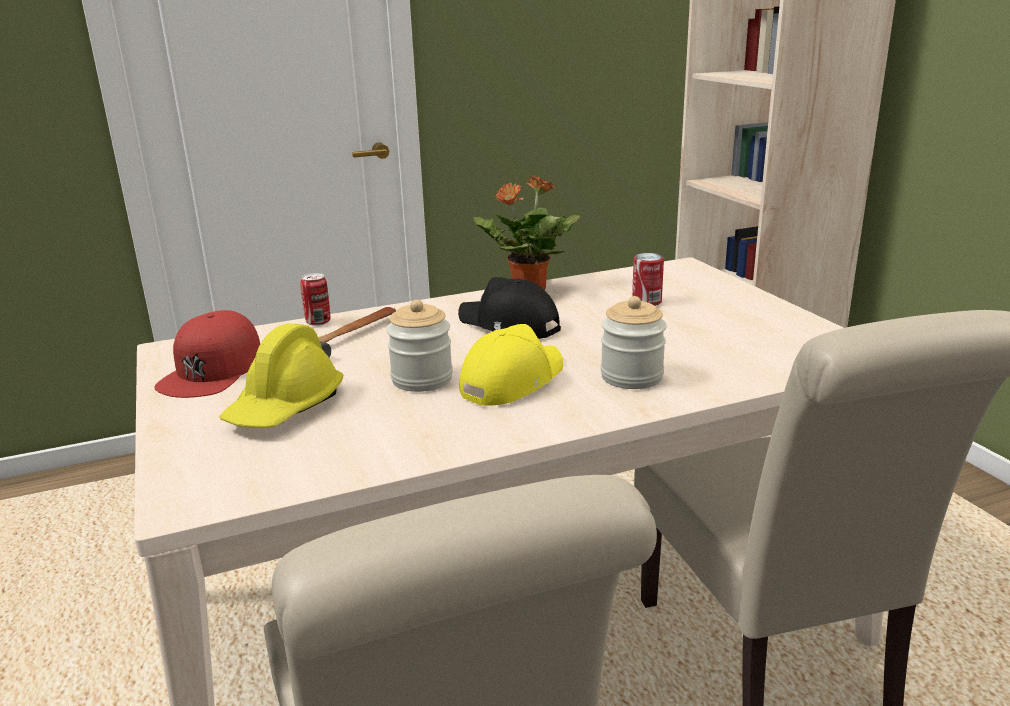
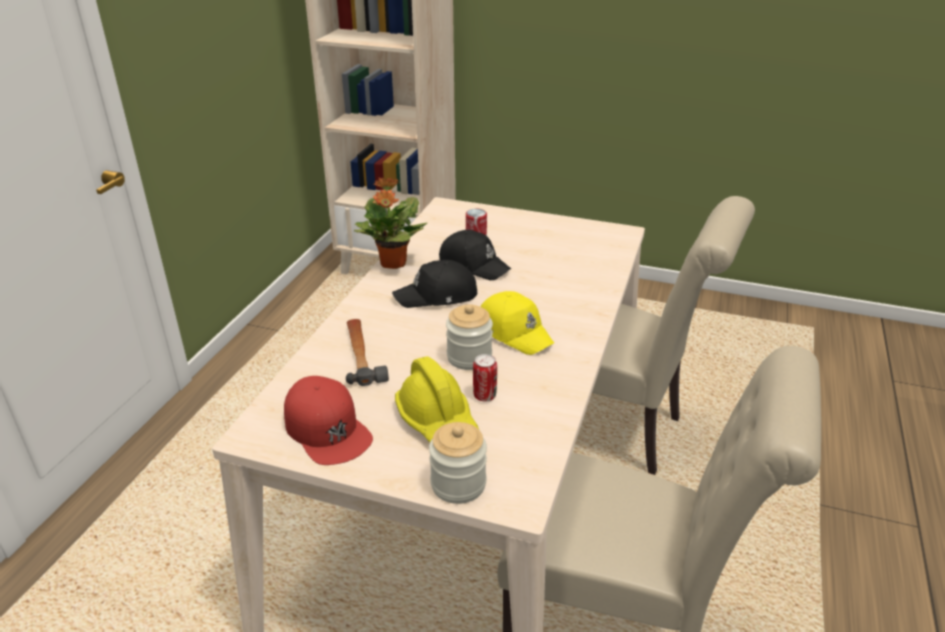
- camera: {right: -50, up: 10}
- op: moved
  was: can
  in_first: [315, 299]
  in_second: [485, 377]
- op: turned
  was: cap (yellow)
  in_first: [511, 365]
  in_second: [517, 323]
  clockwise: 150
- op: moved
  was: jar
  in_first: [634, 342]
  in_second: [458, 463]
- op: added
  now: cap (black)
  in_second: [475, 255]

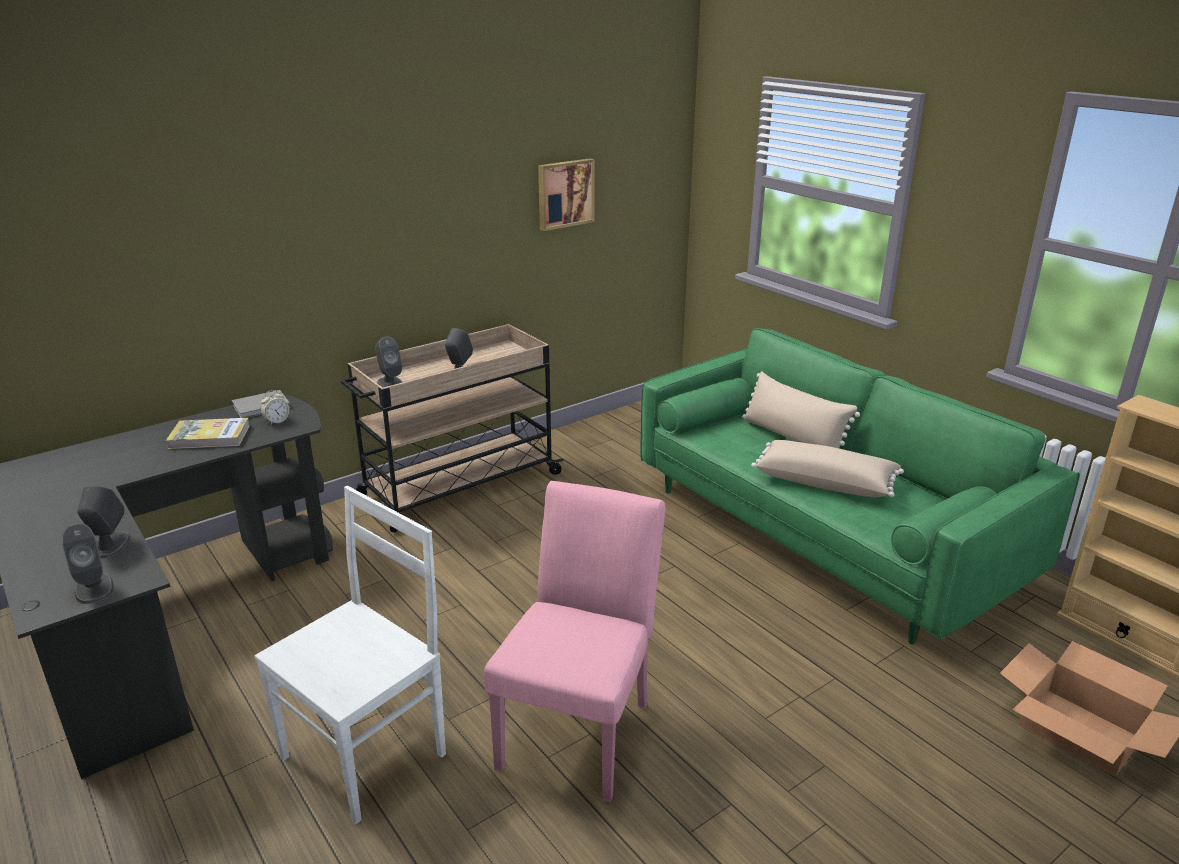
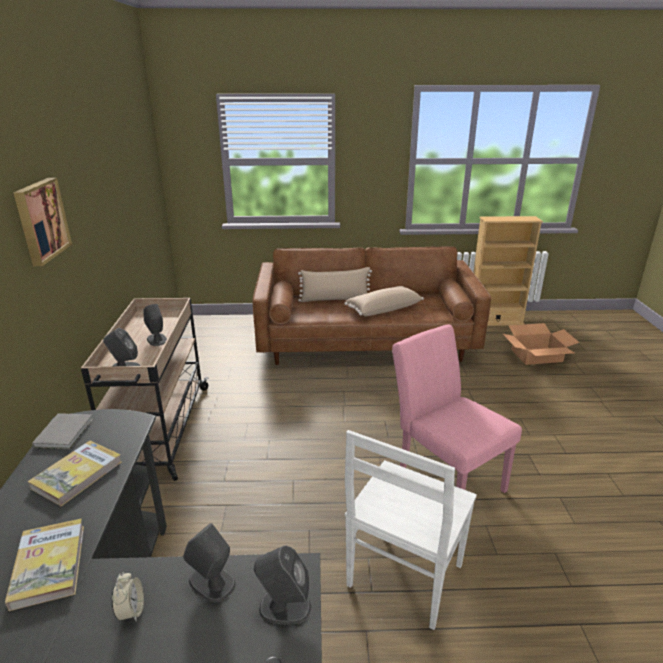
- camera: {right: -55, up: 0}
- op: turned
  was: chair (white)
  in_first: [350, 655]
  in_second: [411, 530]
  clockwise: -135
- op: moved
  was: alarm clock
  in_first: [274, 407]
  in_second: [128, 596]
- op: moved
  was: picture
  in_first: [566, 194]
  in_second: [42, 222]
- op: recoloured
  was: sofa (green)
  now: sofa (brown)
  in_first: [860, 486]
  in_second: [372, 306]
- op: added
  now: book
  in_second: [44, 564]

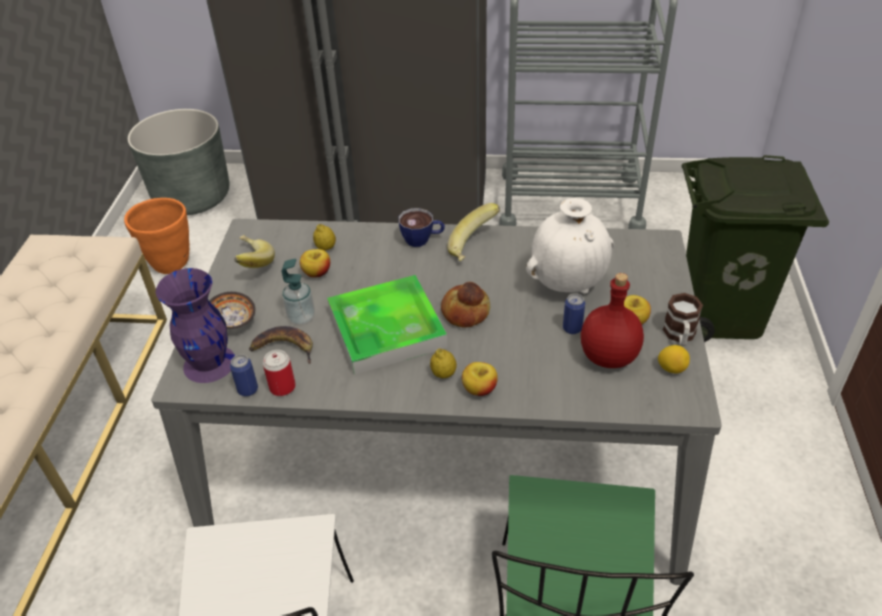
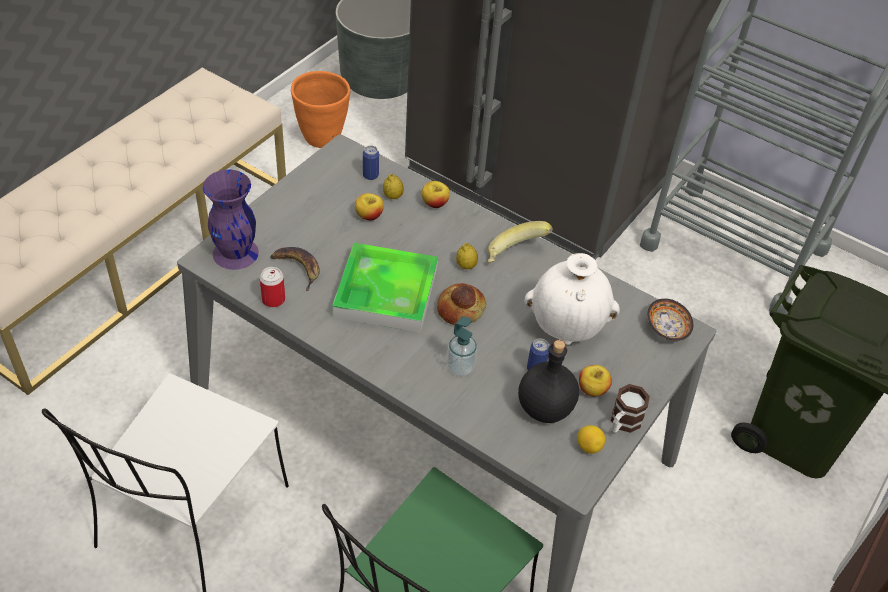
- camera: {right: 25, up: 5}
- op: moved
  was: bowl
  in_first: [232, 310]
  in_second: [670, 319]
- op: moved
  was: can
  in_first: [244, 375]
  in_second: [371, 163]
- op: removed
  was: banana
  in_first: [254, 251]
- op: moved
  was: soap dispenser
  in_first: [298, 292]
  in_second: [462, 346]
- op: removed
  was: cup
  in_first: [422, 227]
- op: moved
  was: lemon
  in_first: [443, 363]
  in_second: [467, 256]
- op: moved
  was: apple
  in_first: [480, 379]
  in_second: [436, 194]
- op: recoloured
  was: bottle (red)
  now: bottle (black)
  in_first: [612, 320]
  in_second: [548, 381]

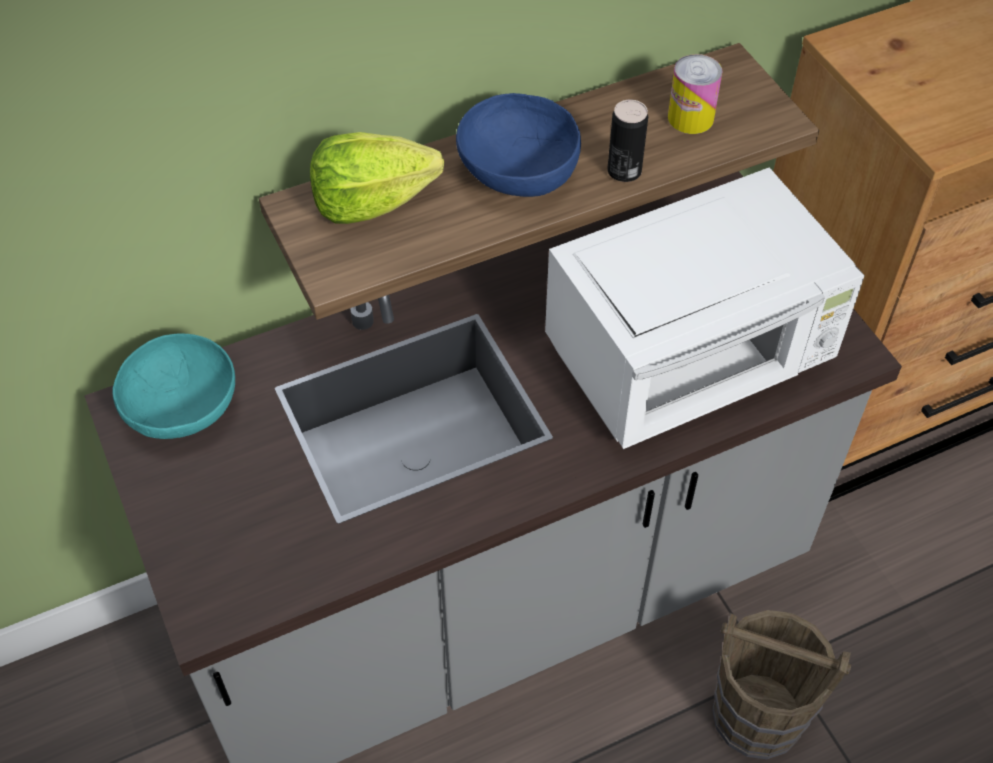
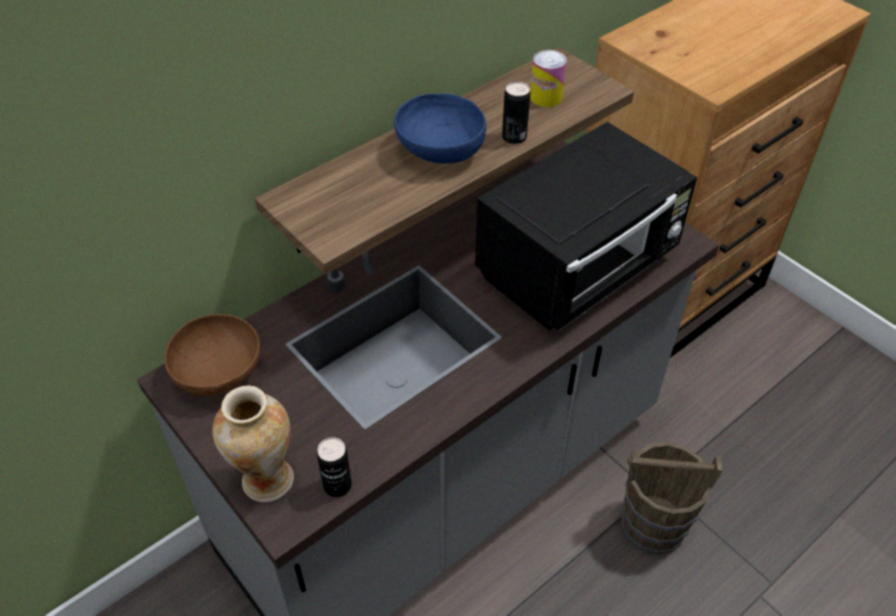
- camera: {right: -15, up: -5}
- op: recoloured
  was: bowl (turquoise)
  now: bowl (brown)
  in_first: [174, 386]
  in_second: [212, 355]
- op: removed
  was: lettuce
  in_first: [377, 178]
- op: recoloured
  was: microwave (white)
  now: microwave (black)
  in_first: [705, 308]
  in_second: [586, 227]
- op: added
  now: vase
  in_second: [253, 444]
- op: added
  now: can
  in_second: [334, 467]

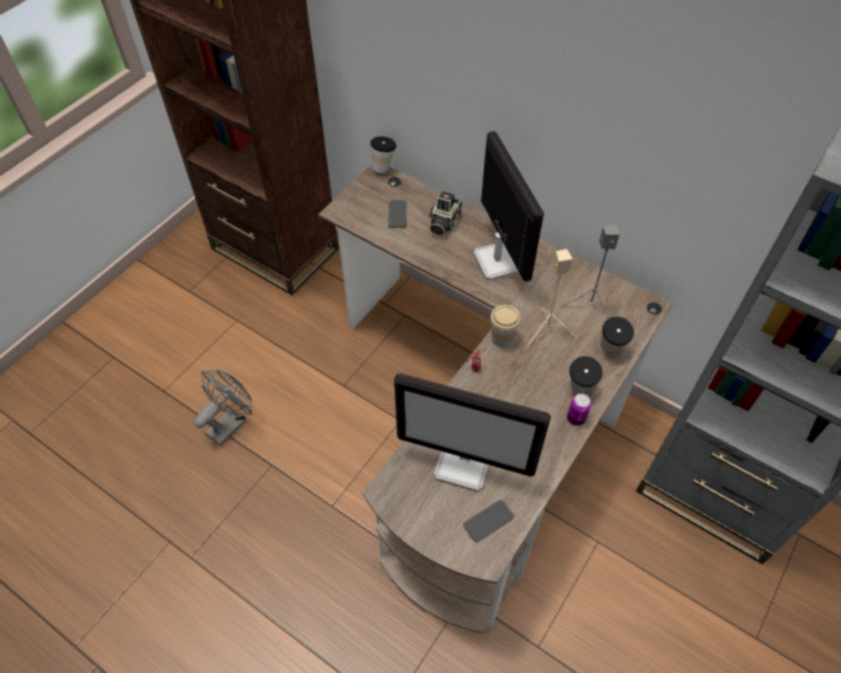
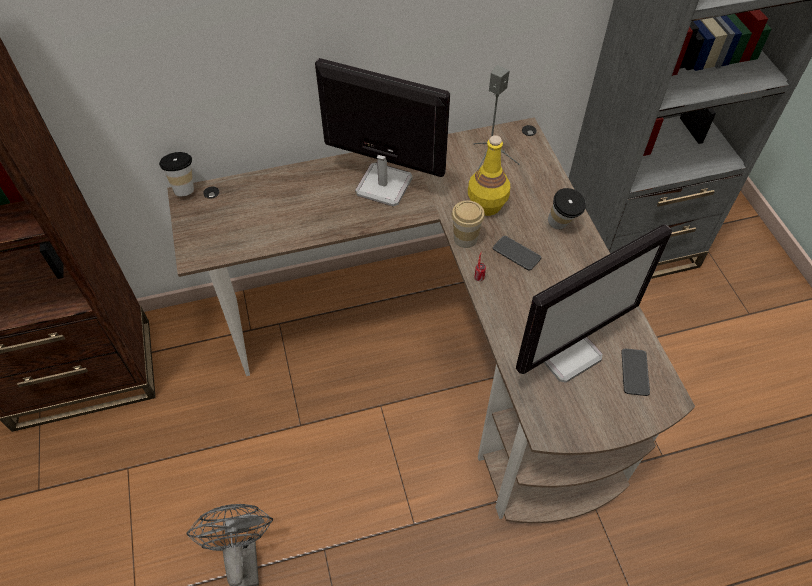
- camera: {right: -50, up: 0}
- op: moved
  was: phone
  in_first: [397, 214]
  in_second: [517, 253]
- op: removed
  was: photo camera
  in_first: [445, 214]
- op: replaced
  was: speaker (beige)
  now: bottle (yellow)
  in_first: [552, 298]
  in_second: [489, 175]
- op: removed
  was: can
  in_first: [579, 409]
- op: removed
  was: cup
  in_first: [617, 334]

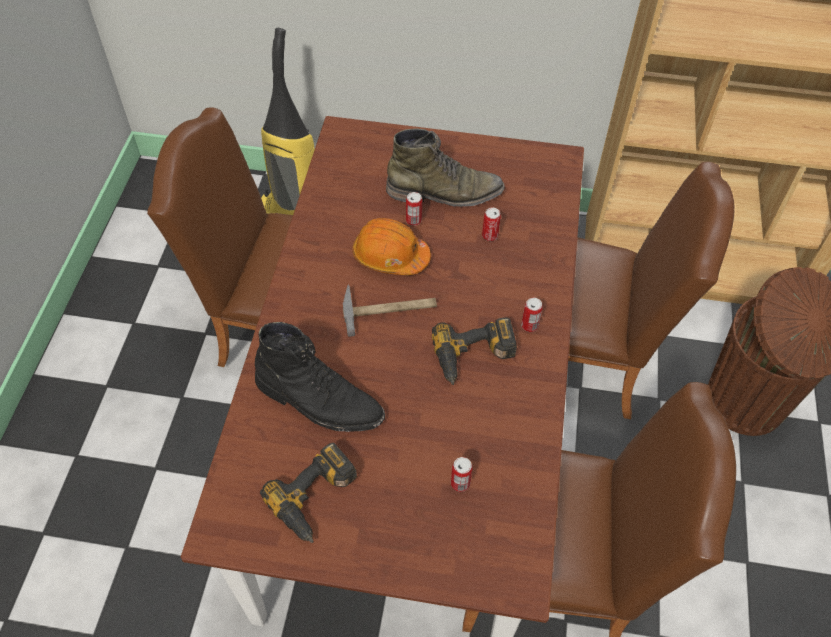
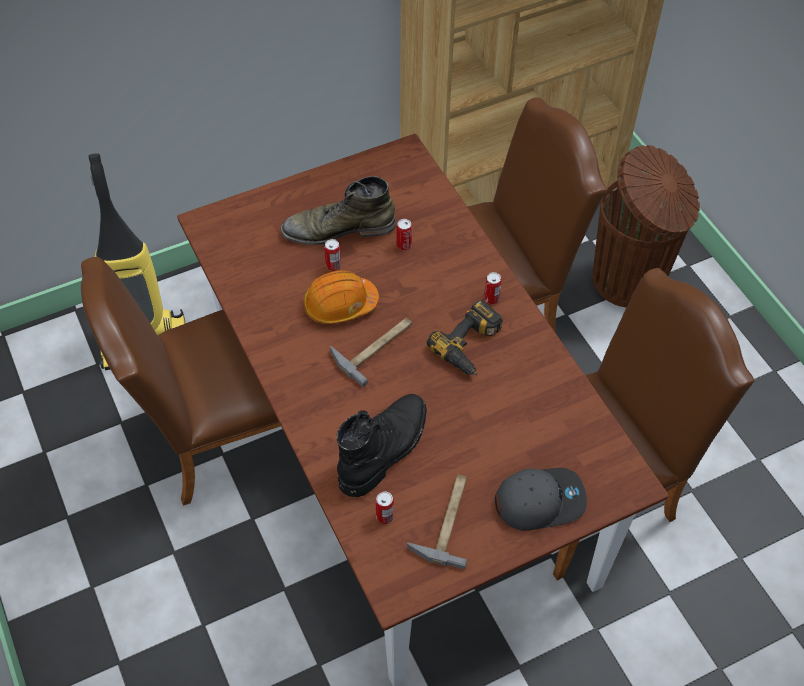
- camera: {right: -35, up: 0}
- op: turned
  was: boot (black)
  in_first: [320, 377]
  in_second: [382, 445]
  clockwise: -45
- op: replaced
  was: power drill
  now: hammer
  in_first: [308, 493]
  in_second: [437, 522]
- op: turned
  was: boot (green)
  in_first: [445, 168]
  in_second: [338, 210]
  clockwise: -150
- op: moved
  was: can
  in_first: [462, 474]
  in_second: [385, 507]
- op: added
  now: cap (grey)
  in_second: [541, 499]

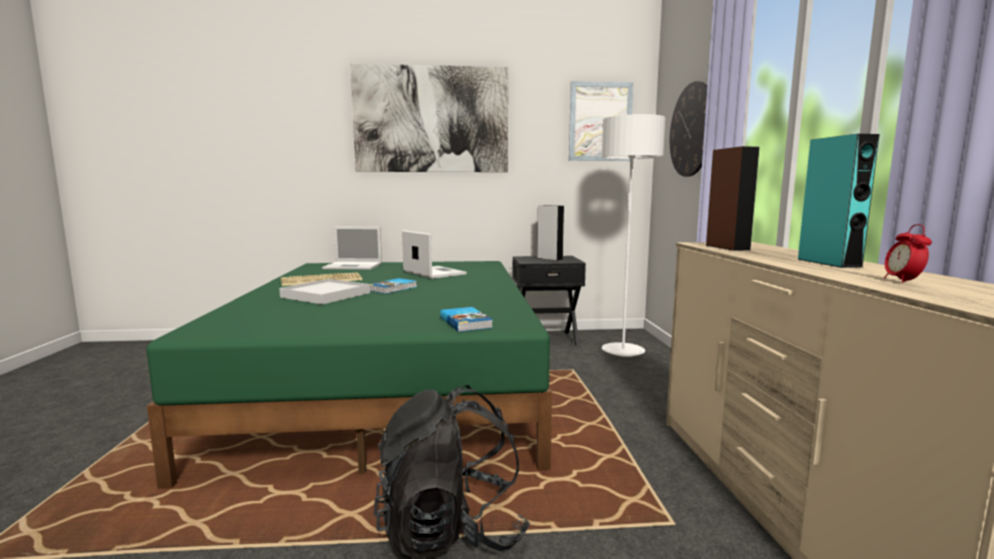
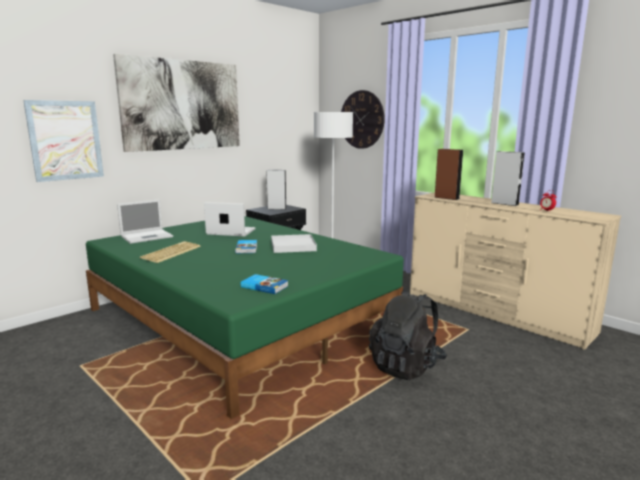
- camera: {right: -40, up: 5}
- op: moved
  was: tray (white)
  in_first: [324, 292]
  in_second: [294, 243]
- op: moved
  was: book
  in_first: [466, 319]
  in_second: [264, 284]
- op: moved
  was: picture
  in_first: [601, 121]
  in_second: [63, 141]
- op: recoloured
  was: speaker (turquoise)
  now: speaker (grey)
  in_first: [838, 201]
  in_second: [508, 178]

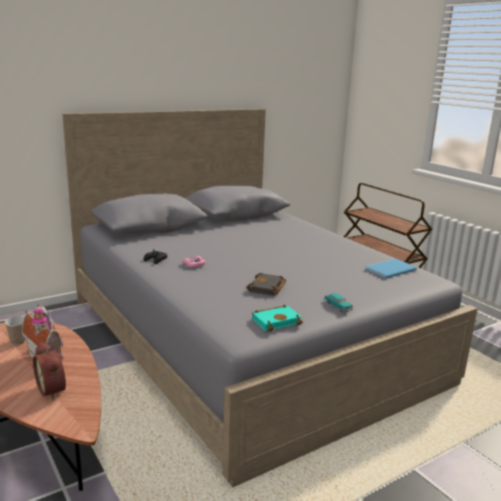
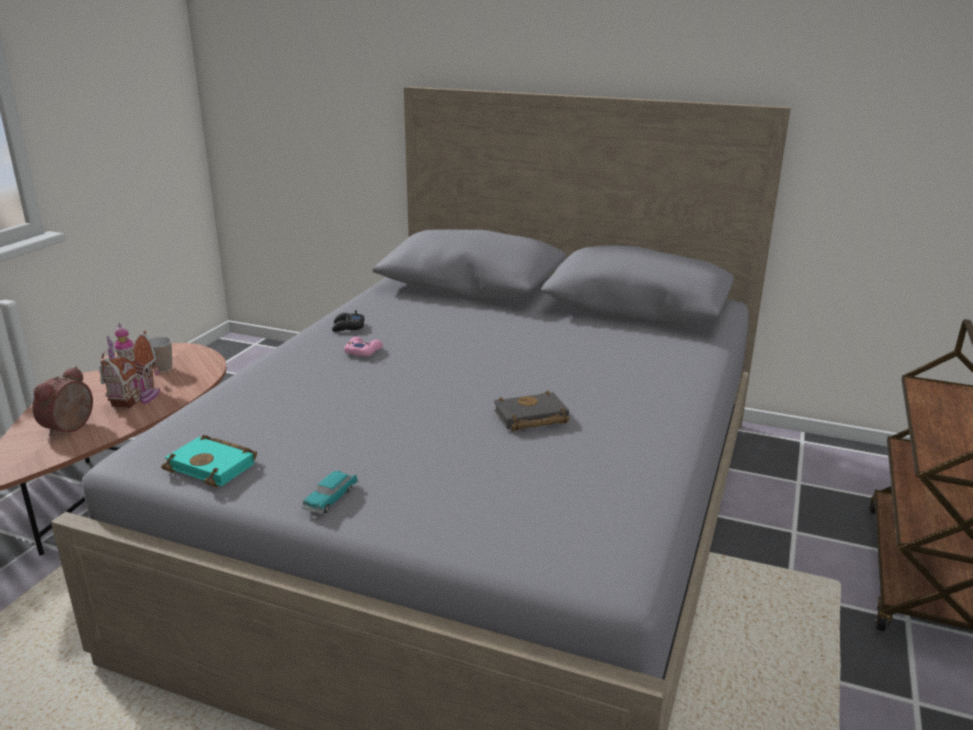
- camera: {right: 55, up: 5}
- op: moved
  was: book (black)
  in_first: [266, 284]
  in_second: [532, 410]
- op: removed
  was: book (blue)
  in_first: [391, 269]

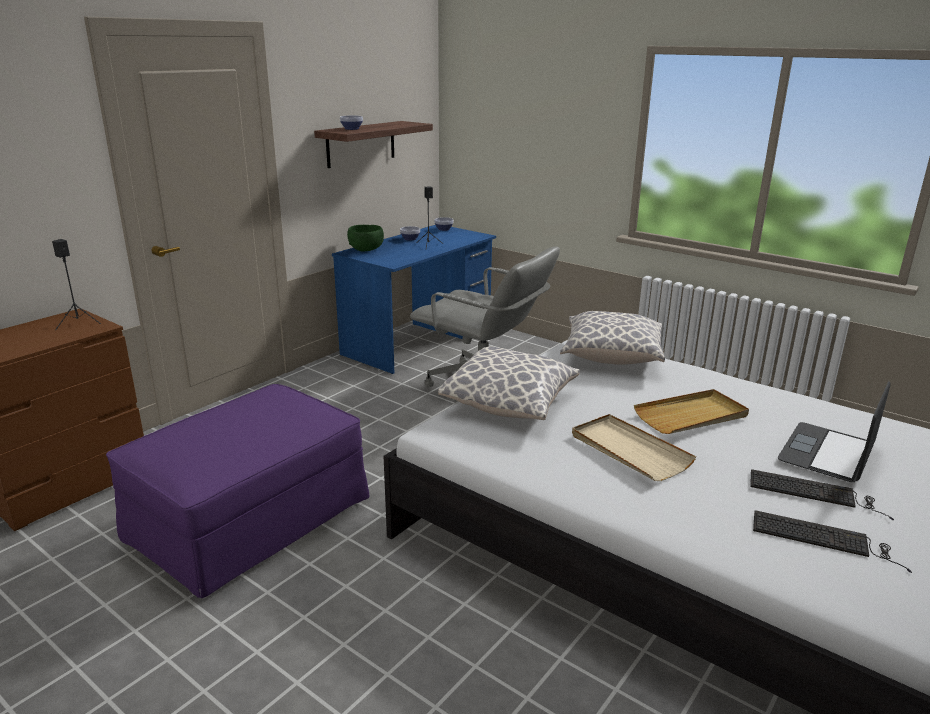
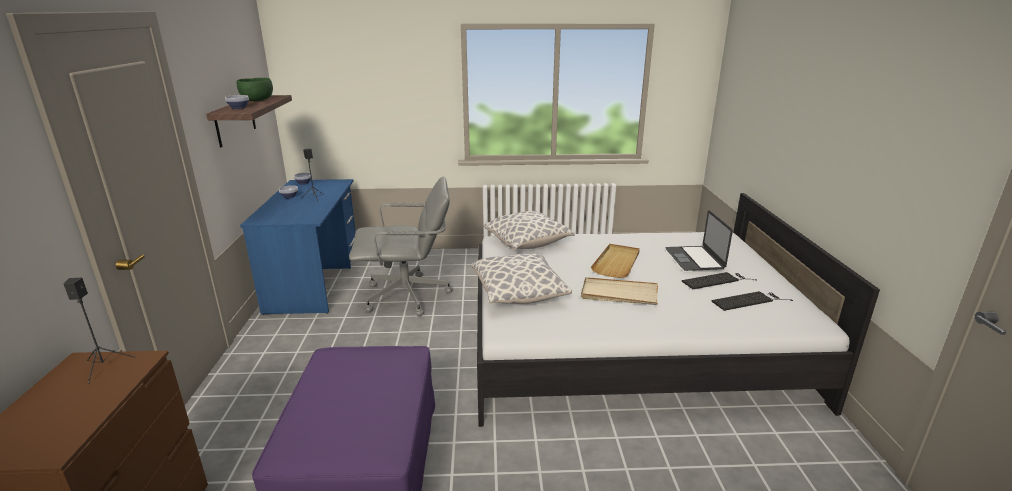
- camera: {right: -40, up: 0}
- op: moved
  was: bowl (green)
  in_first: [365, 238]
  in_second: [255, 89]

